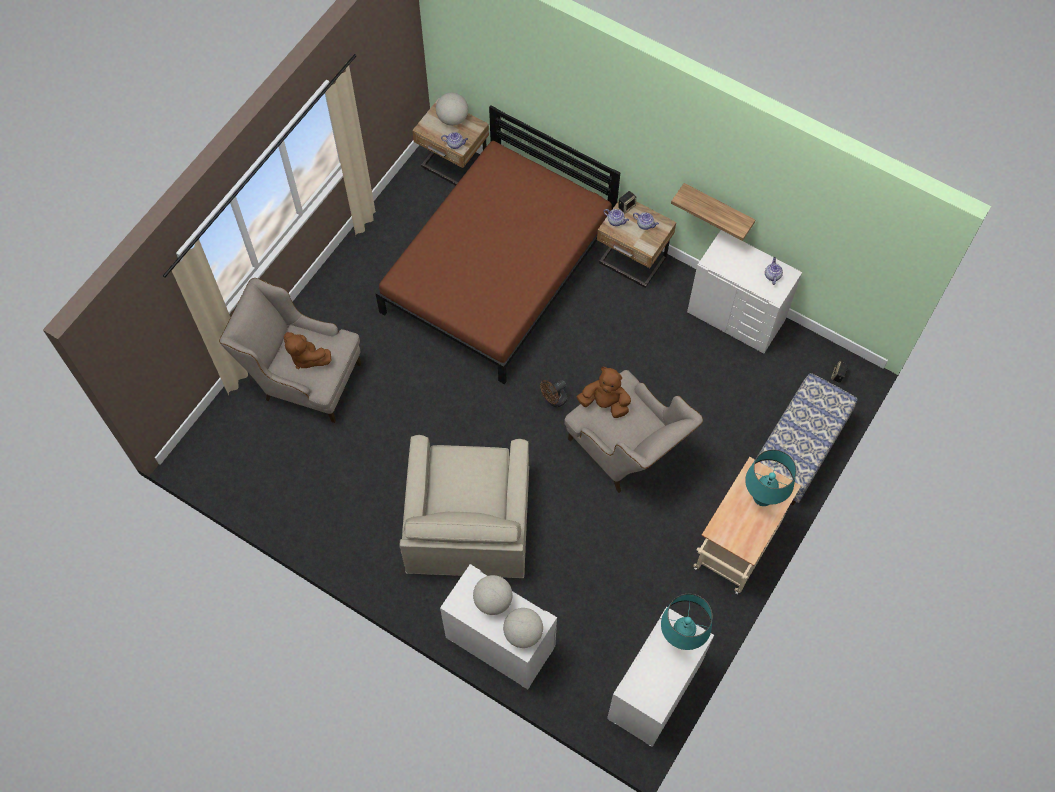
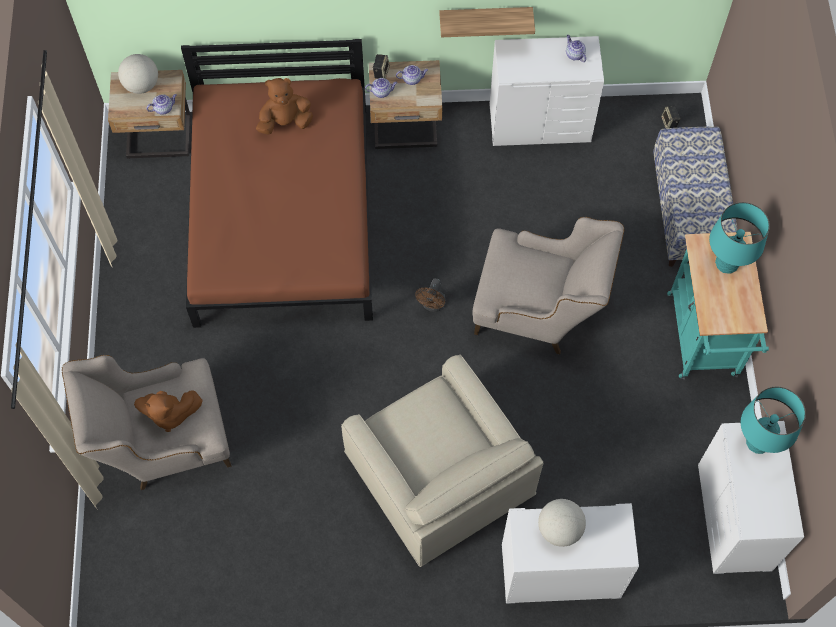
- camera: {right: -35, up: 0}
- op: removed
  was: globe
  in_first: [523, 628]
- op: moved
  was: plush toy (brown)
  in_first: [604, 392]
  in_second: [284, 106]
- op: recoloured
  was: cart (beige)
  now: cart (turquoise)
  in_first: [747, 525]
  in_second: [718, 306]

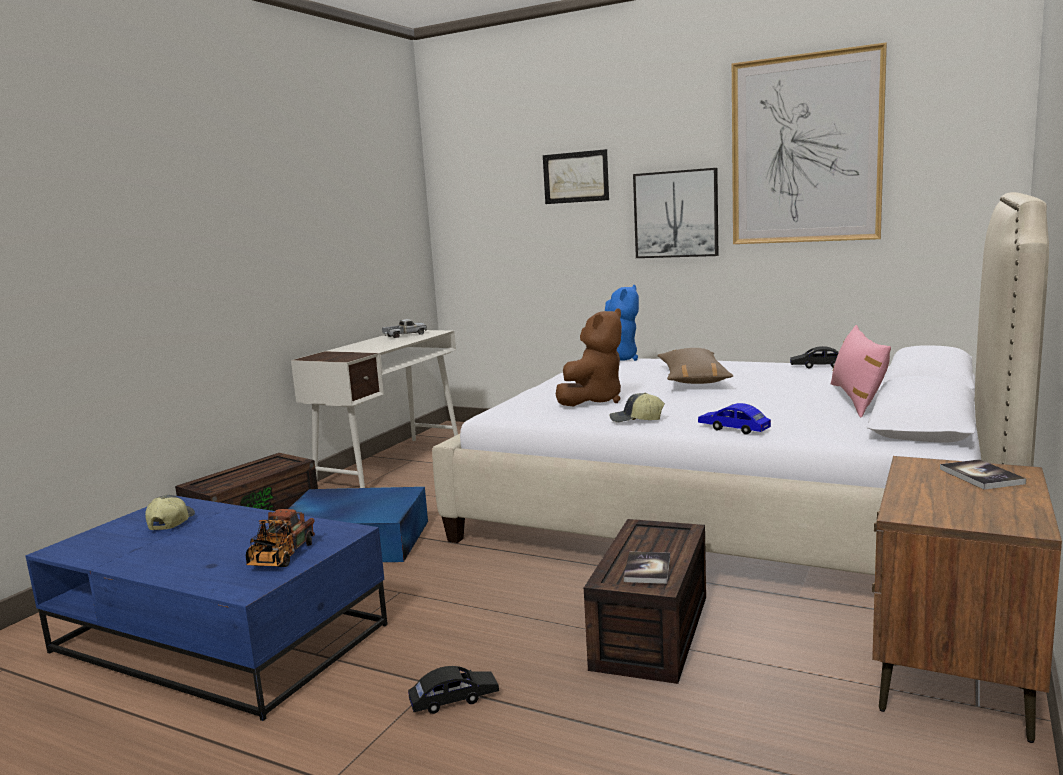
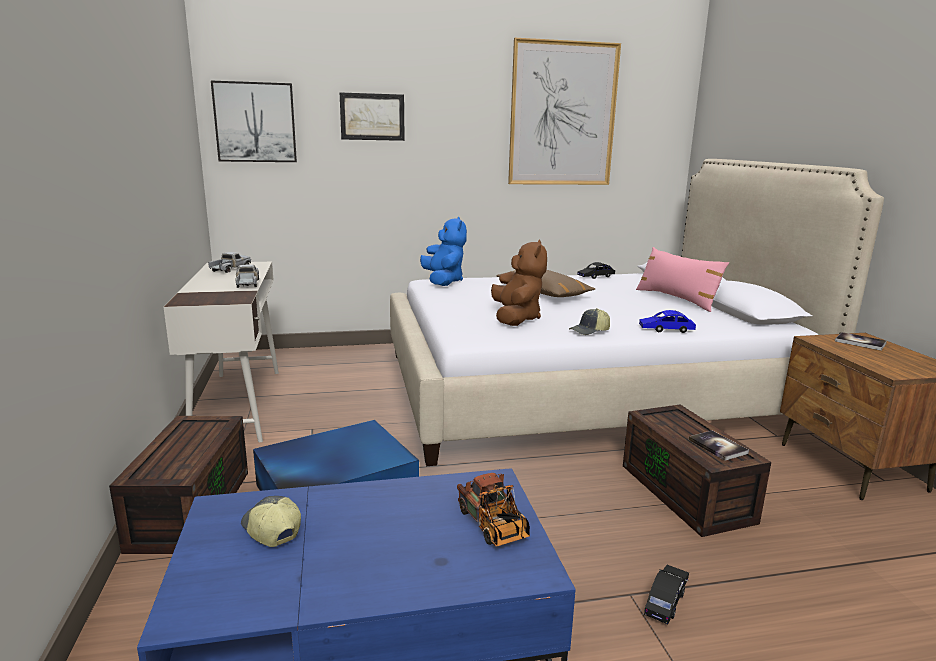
- camera: {right: -40, up: 5}
- op: moved
  was: picture
  in_first: [675, 213]
  in_second: [254, 121]
- op: added
  now: toy truck
  in_second: [247, 276]

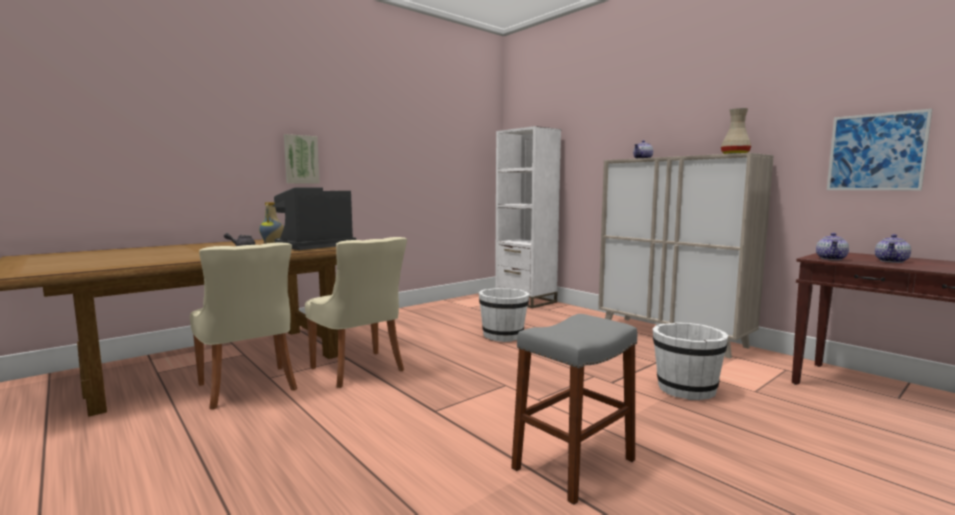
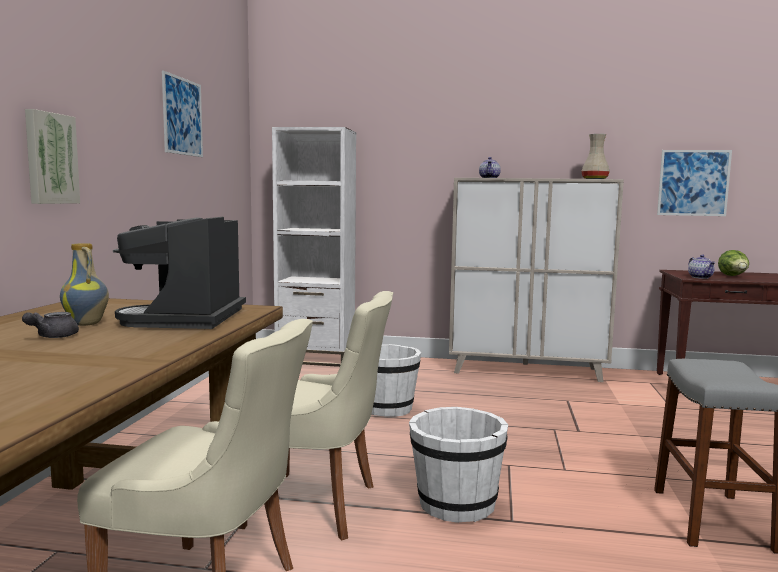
- camera: {right: -40, up: 0}
- op: moved
  was: bucket (white)
  in_first: [691, 361]
  in_second: [458, 465]
- op: replaced
  was: teapot
  now: lettuce
  in_first: [893, 248]
  in_second: [733, 263]
- op: added
  now: picture
  in_second: [182, 114]

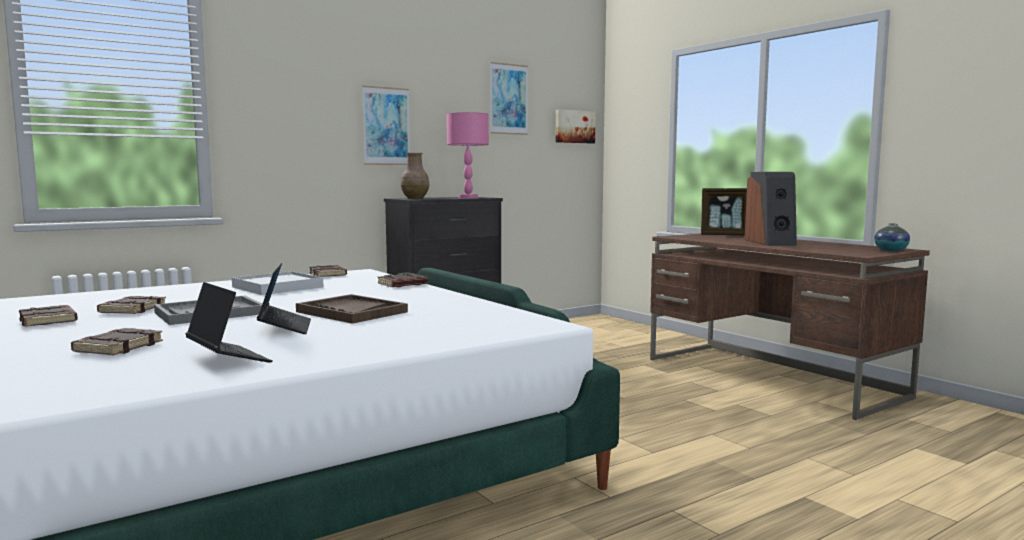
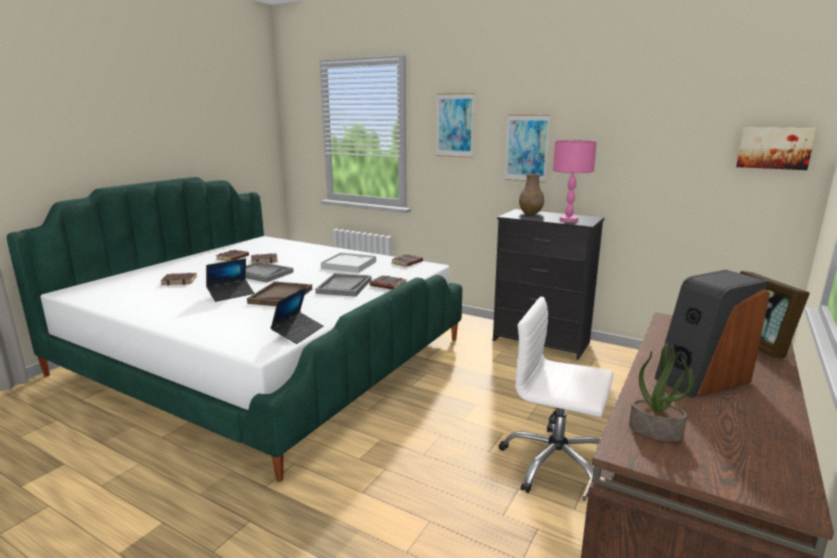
- camera: {right: 65, up: 10}
- op: moved
  was: laptop
  in_first: [229, 322]
  in_second: [296, 315]
- op: moved
  was: picture
  in_first: [509, 98]
  in_second: [456, 125]
- op: removed
  was: vase
  in_first: [892, 237]
- op: added
  now: tray (grey)
  in_second: [343, 285]
- op: added
  now: office chair (white)
  in_second: [556, 395]
- op: added
  now: potted plant
  in_second: [661, 392]

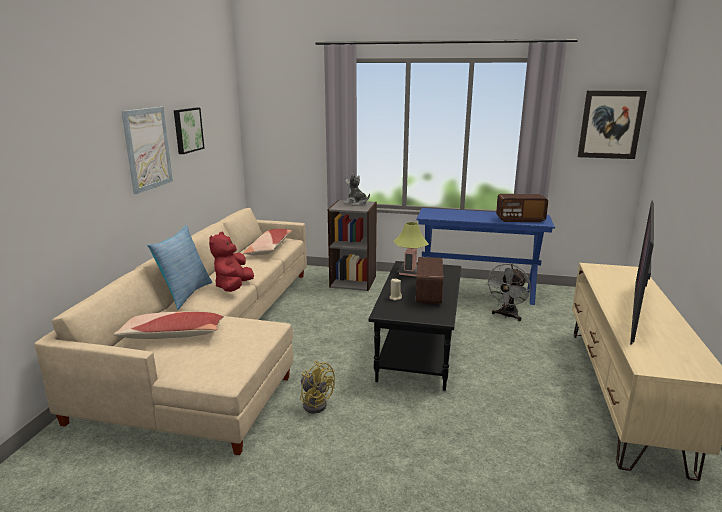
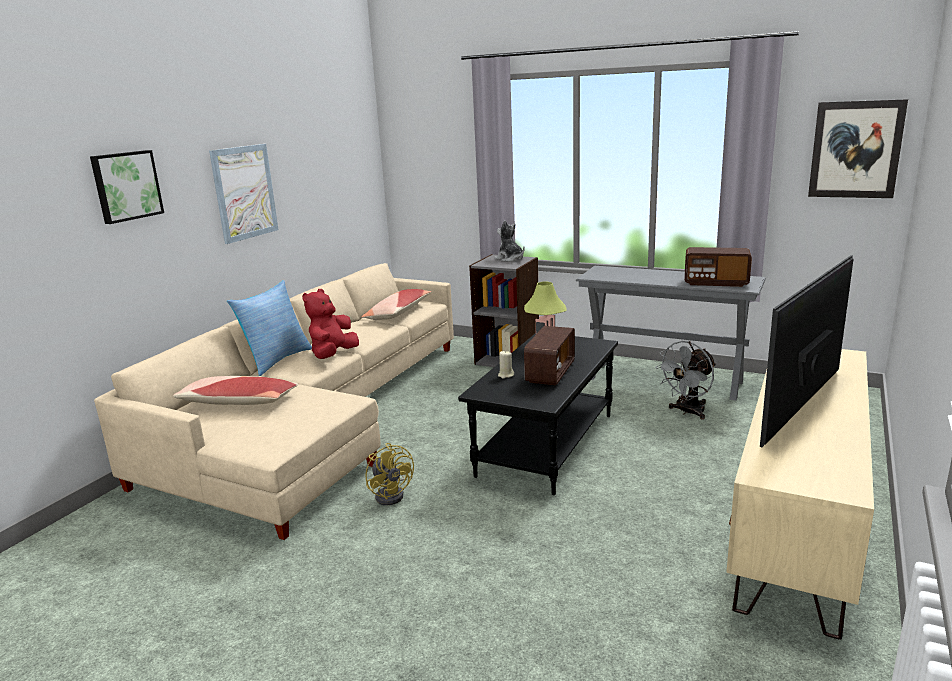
- camera: {right: 15, up: 0}
- op: moved
  was: picture
  in_first: [189, 131]
  in_second: [127, 187]
- op: recoloured
  was: console table (blue)
  now: console table (grey)
  in_first: [485, 256]
  in_second: [671, 333]

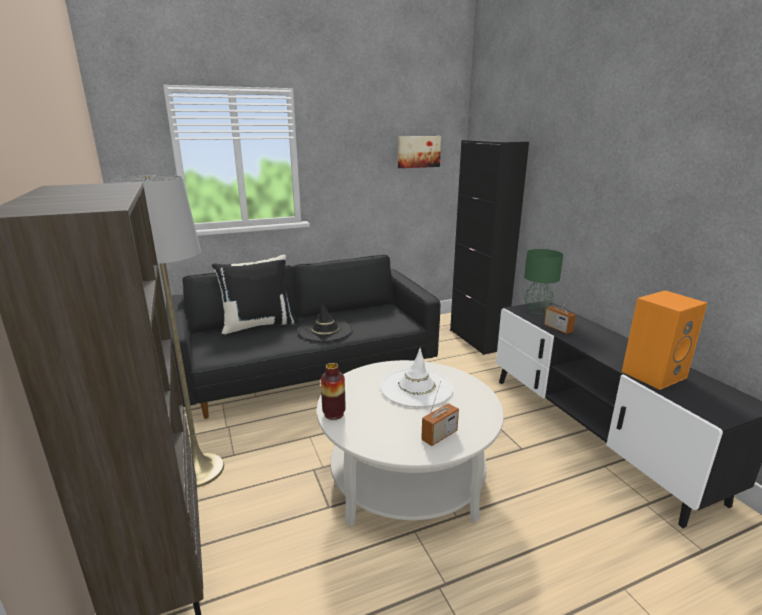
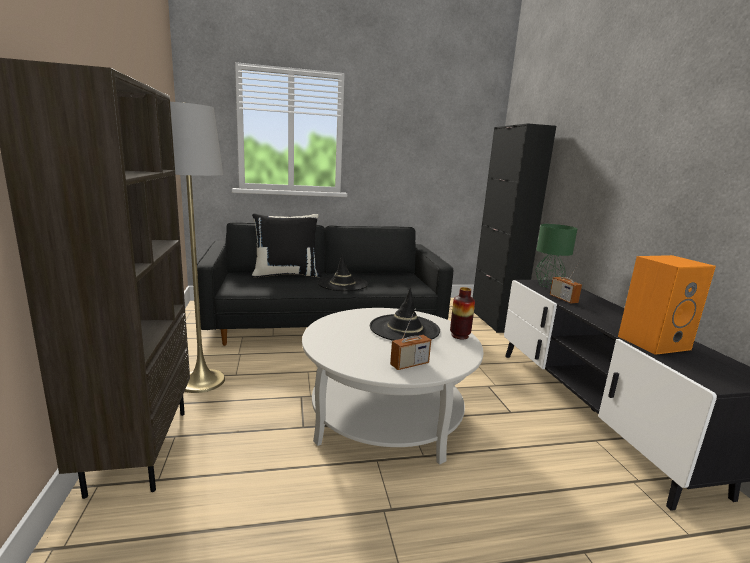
- camera: {right: 10, up: -5}
- op: moved
  was: vase
  in_first: [333, 391]
  in_second: [462, 313]
- op: recoloured
  was: hat (white)
  now: hat (black)
  in_first: [416, 377]
  in_second: [405, 314]
- op: removed
  was: picture
  in_first: [419, 152]

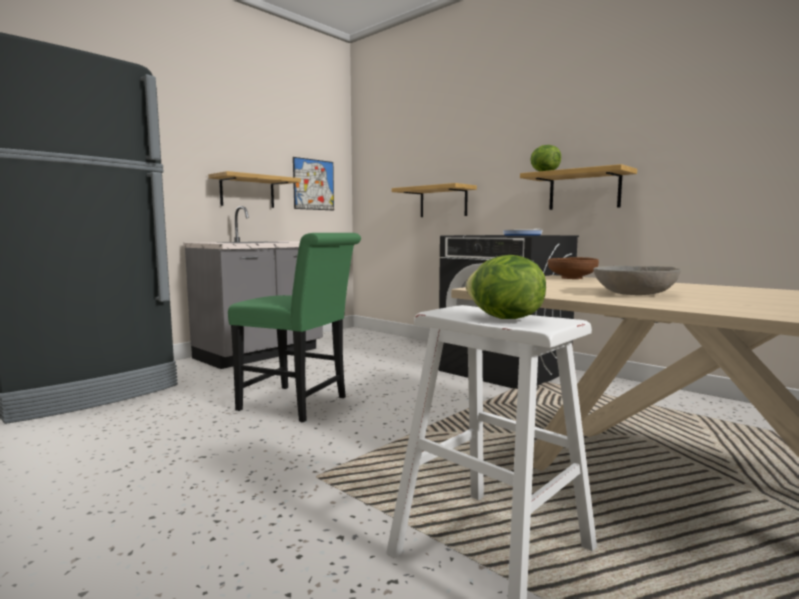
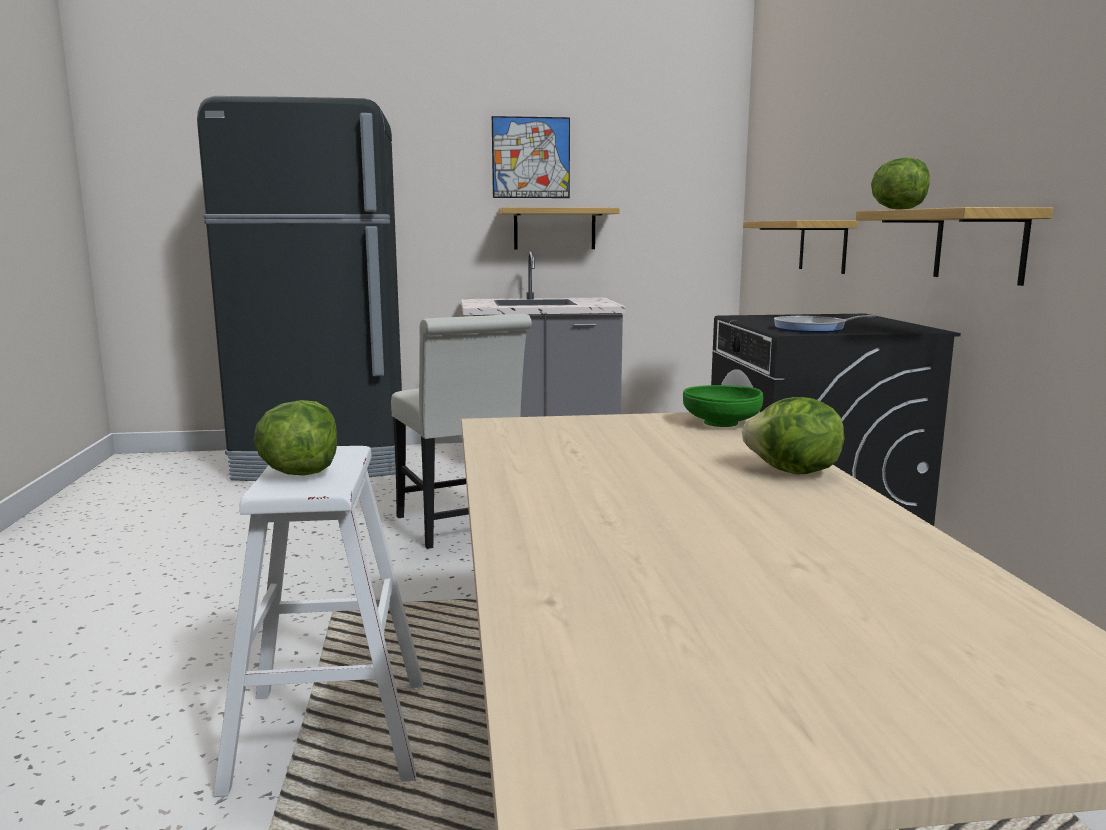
- camera: {right: 40, up: 5}
- op: recoloured
  was: chair (green)
  now: chair (white)
  in_first: [294, 327]
  in_second: [461, 431]
- op: moved
  was: picture
  in_first: [313, 183]
  in_second: [531, 157]
- op: recoloured
  was: bowl (brown)
  now: bowl (green)
  in_first: [573, 268]
  in_second: [723, 406]
- op: removed
  was: bowl (grey)
  in_first: [637, 280]
- op: added
  now: lettuce
  in_second: [793, 436]

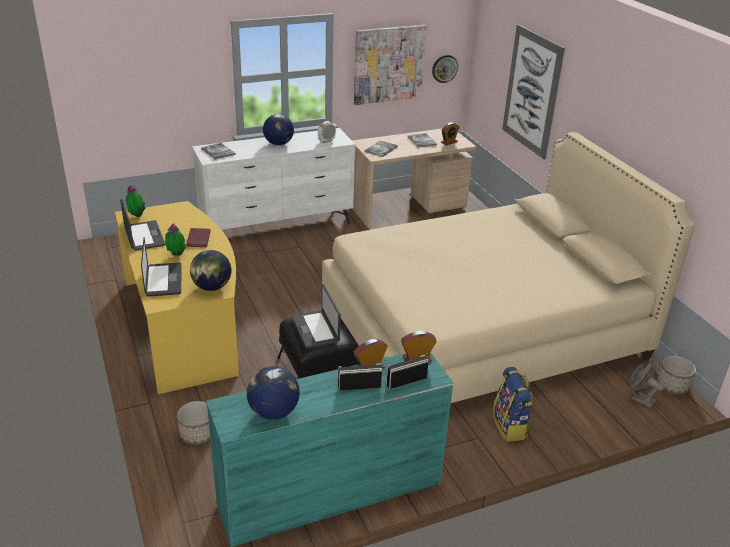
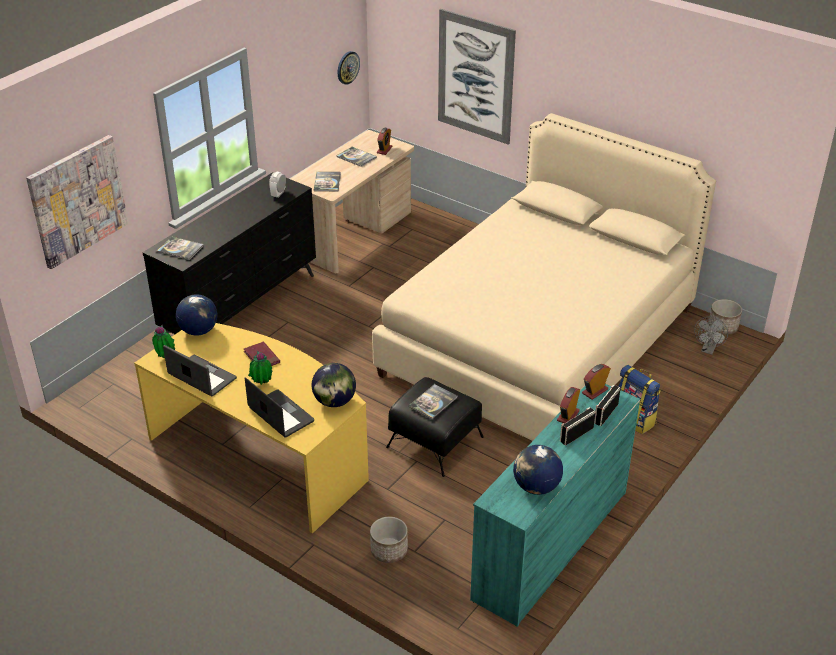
- camera: {right: -30, up: 5}
- op: recoloured
  was: dresser (white)
  now: dresser (black)
  in_first: [273, 179]
  in_second: [229, 253]
- op: moved
  was: globe
  in_first: [278, 129]
  in_second: [196, 315]
- op: replaced
  was: laptop
  now: book
  in_first: [316, 316]
  in_second: [433, 401]
- op: moved
  was: picture
  in_first: [390, 65]
  in_second: [77, 202]
- op: turned
  was: fan (grey)
  in_first: [647, 384]
  in_second: [711, 336]
  clockwise: -75

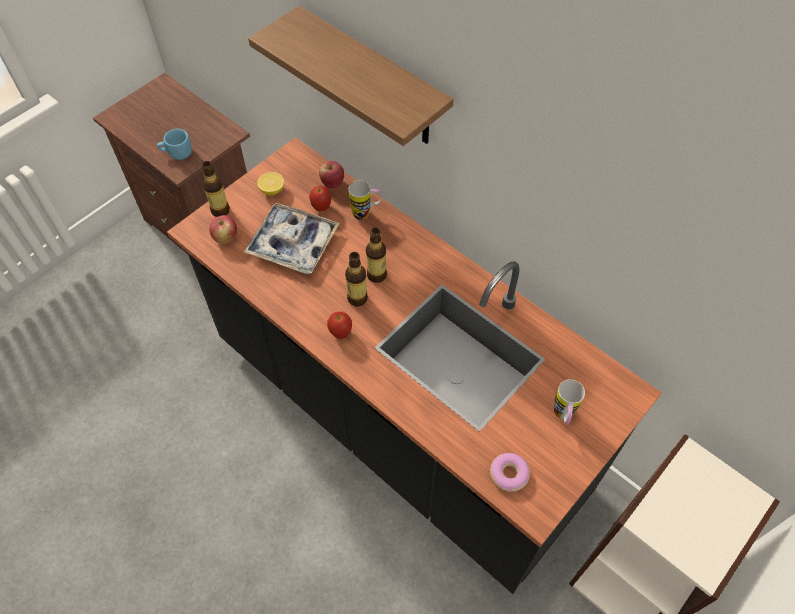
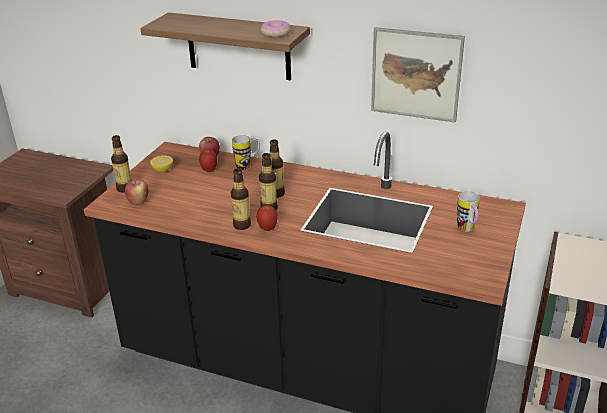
- camera: {right: -20, up: -25}
- op: removed
  was: mug (blue)
  in_first: [174, 144]
- op: removed
  was: tray
  in_first: [292, 238]
- op: moved
  was: donut
  in_first: [510, 472]
  in_second: [276, 28]
- op: added
  now: bottle
  in_second: [241, 199]
- op: added
  now: picture
  in_second: [418, 74]

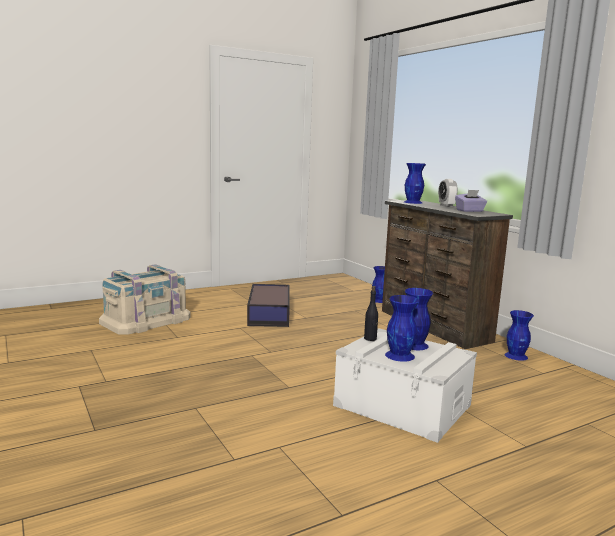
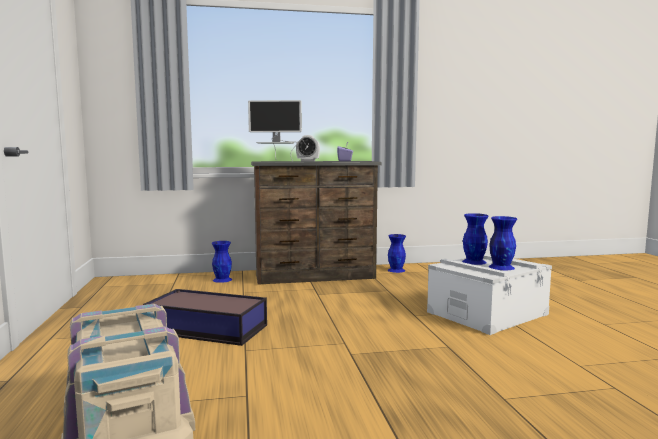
- camera: {right: -70, up: -5}
- op: removed
  was: bottle (black)
  in_first: [371, 313]
- op: replaced
  was: vase (blue)
  now: monitor
  in_first: [415, 183]
  in_second: [275, 130]

